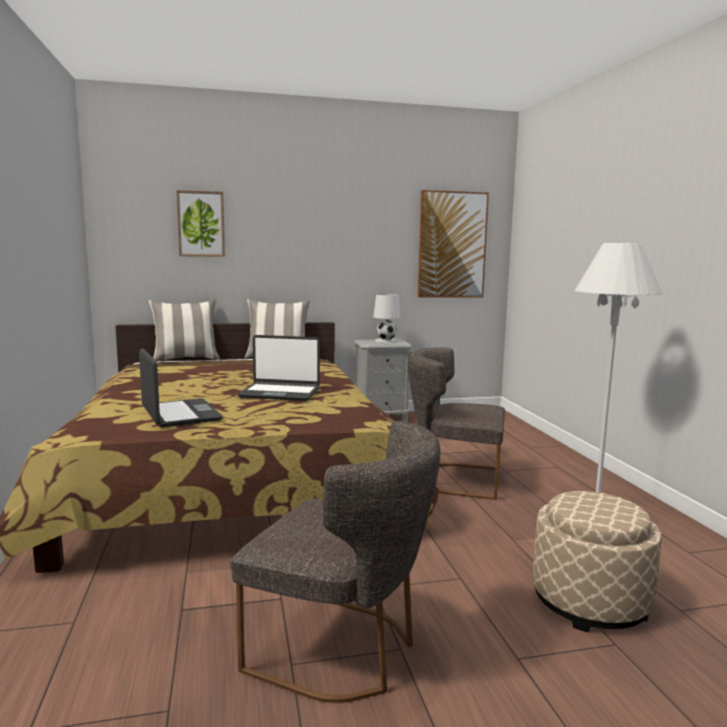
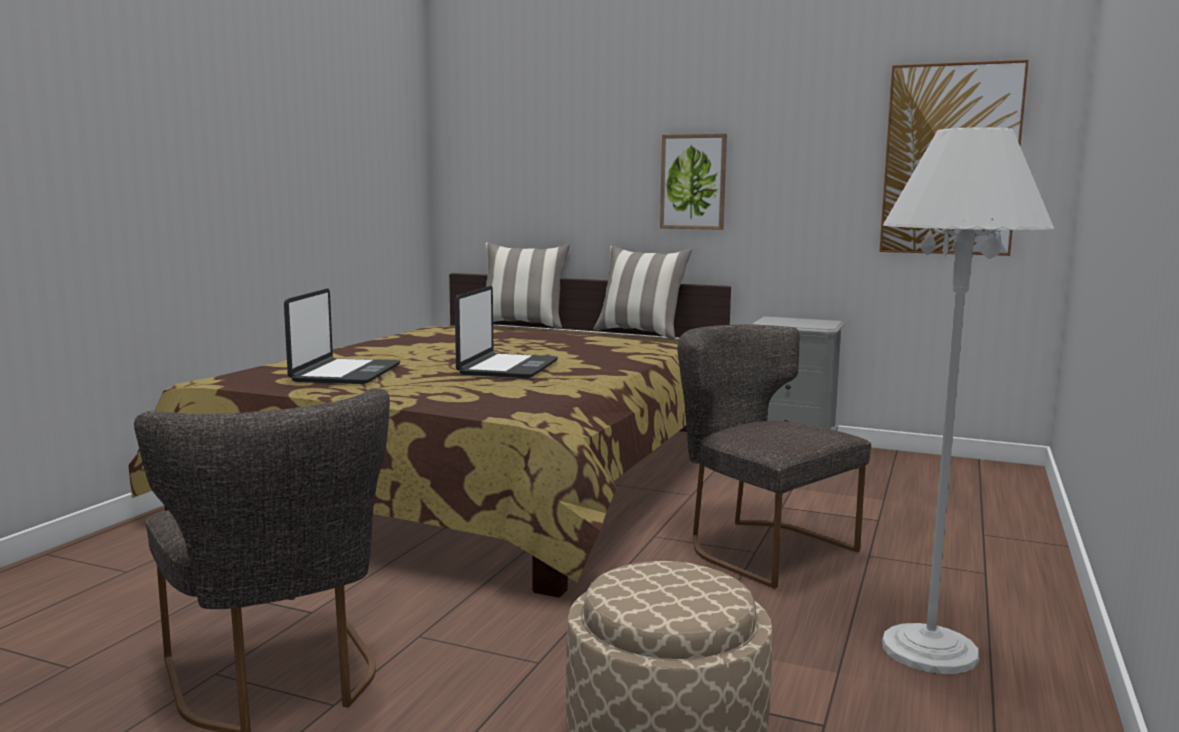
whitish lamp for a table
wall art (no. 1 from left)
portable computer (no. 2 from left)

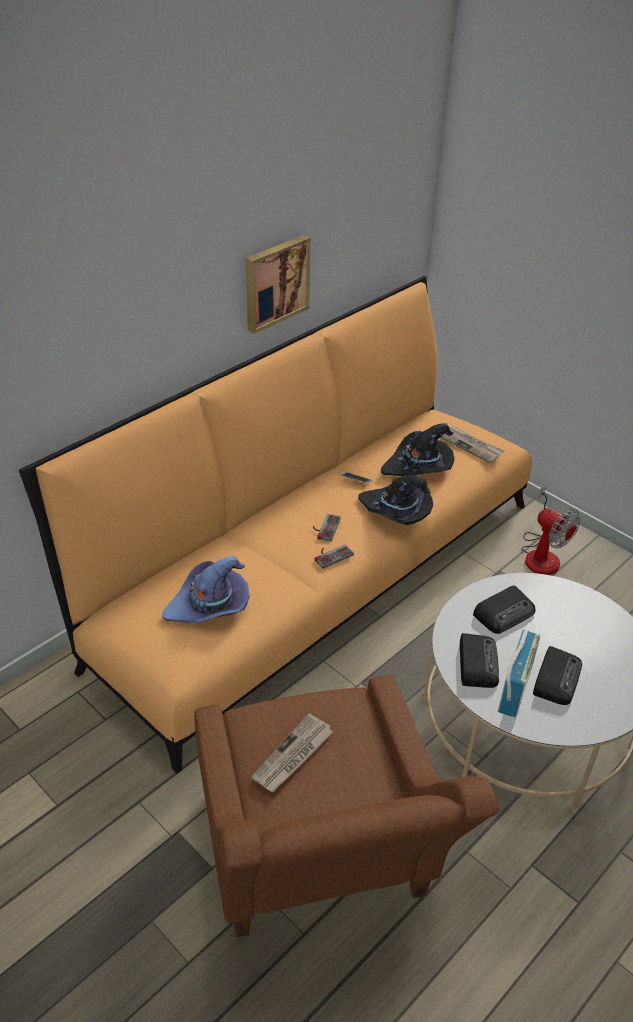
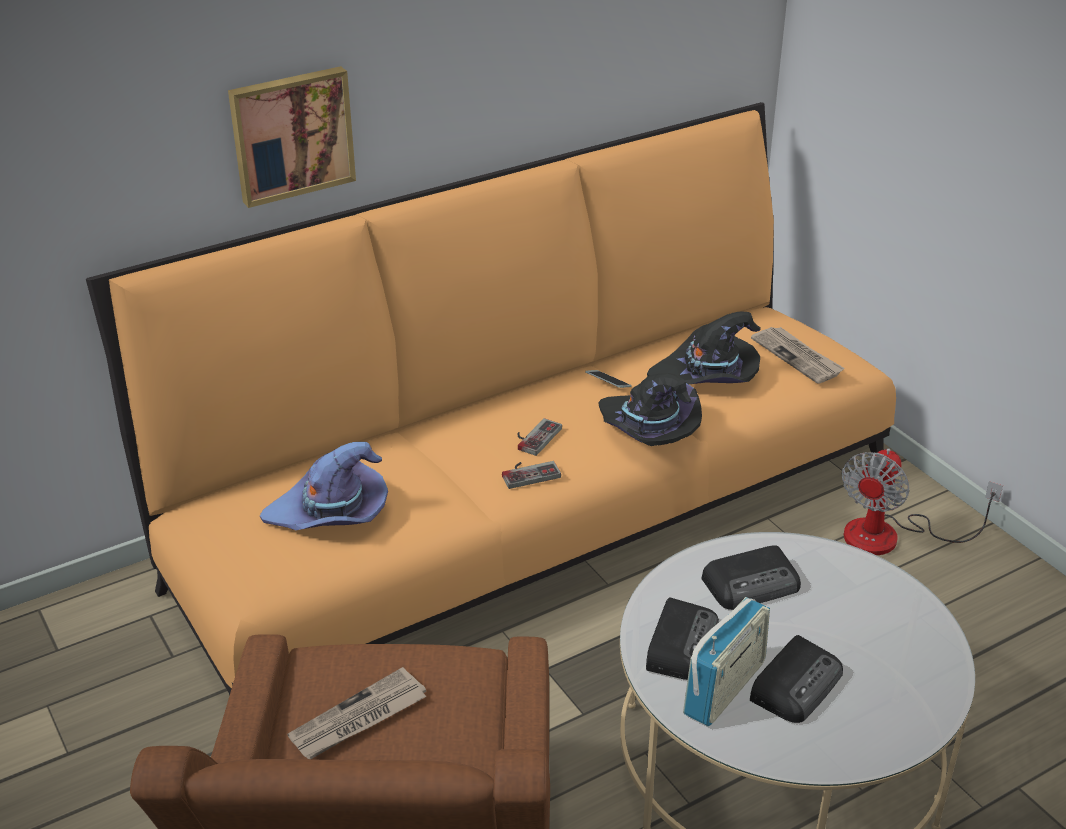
wall art
electric fan

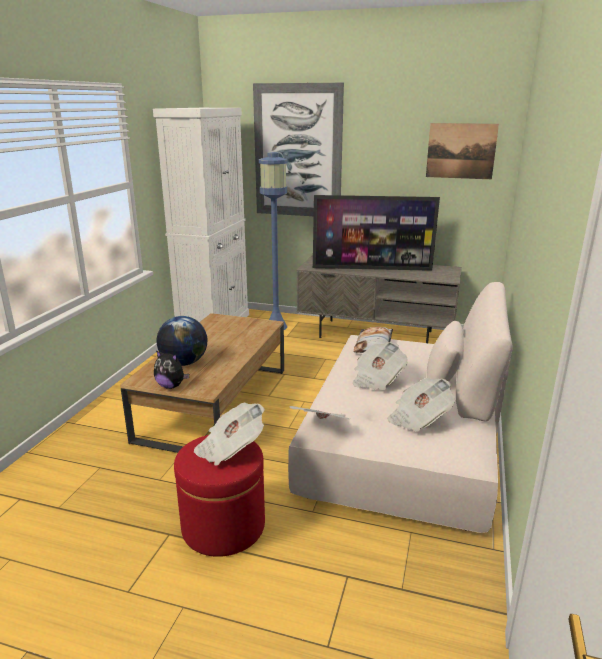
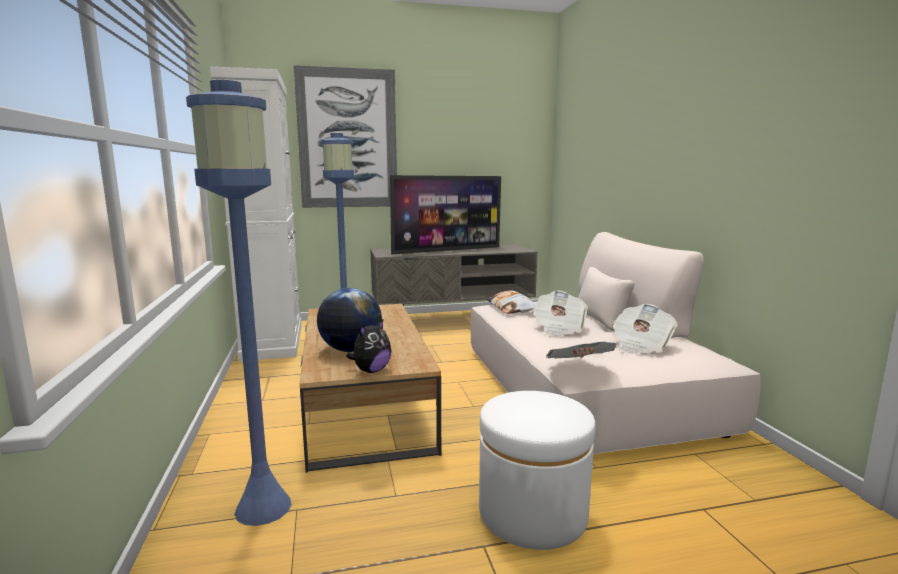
newspaper (no. 1 from left in the first image)
wall art (no. 2 from left in the first image)
bluish standard lamp (no. 1 from left)
whitish footrest
plush toy

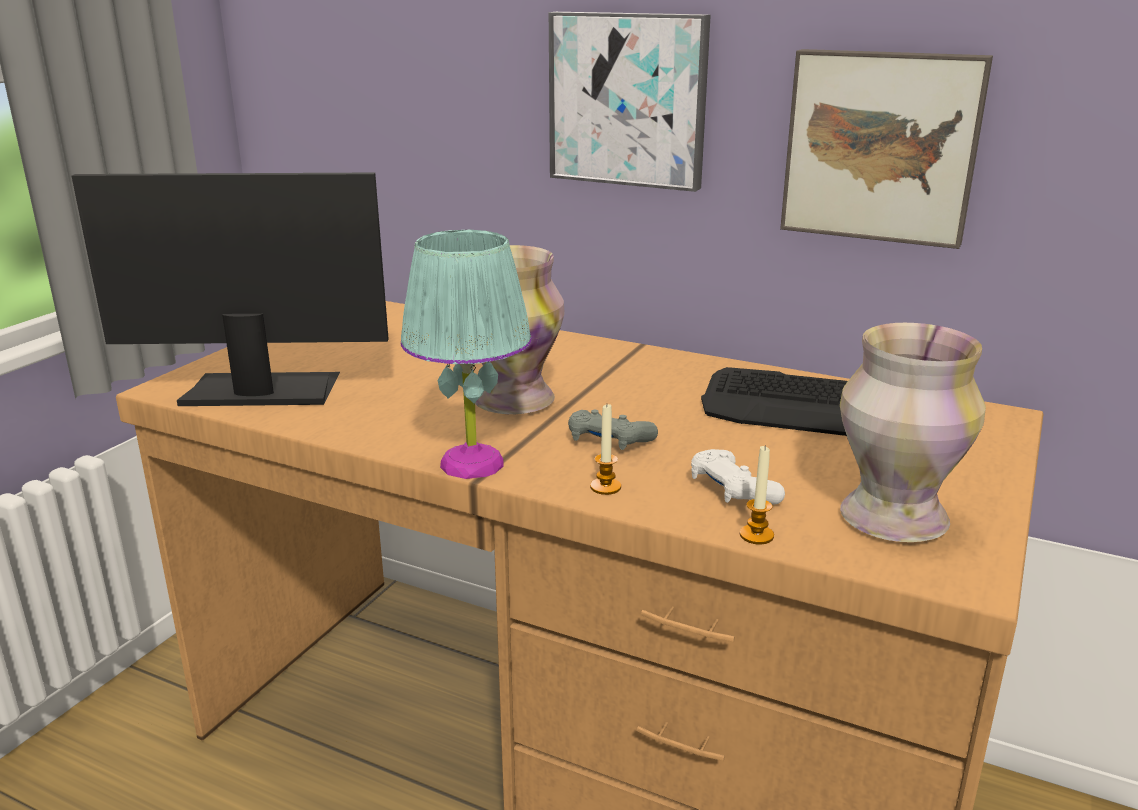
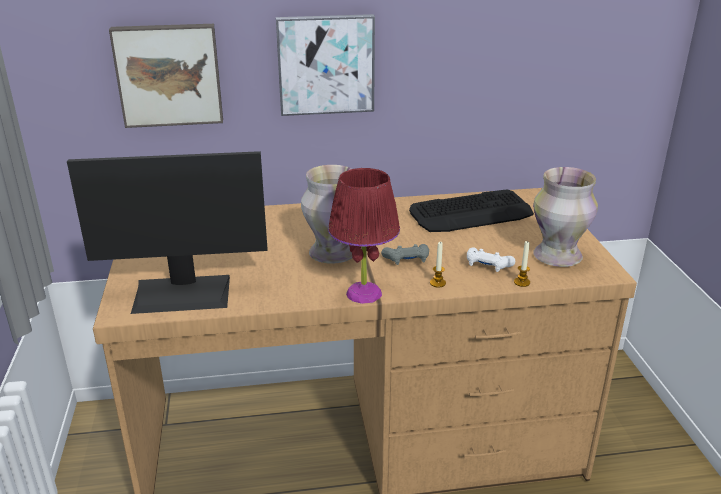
wall art (no. 1 from left)
red lamp for a table
monitor

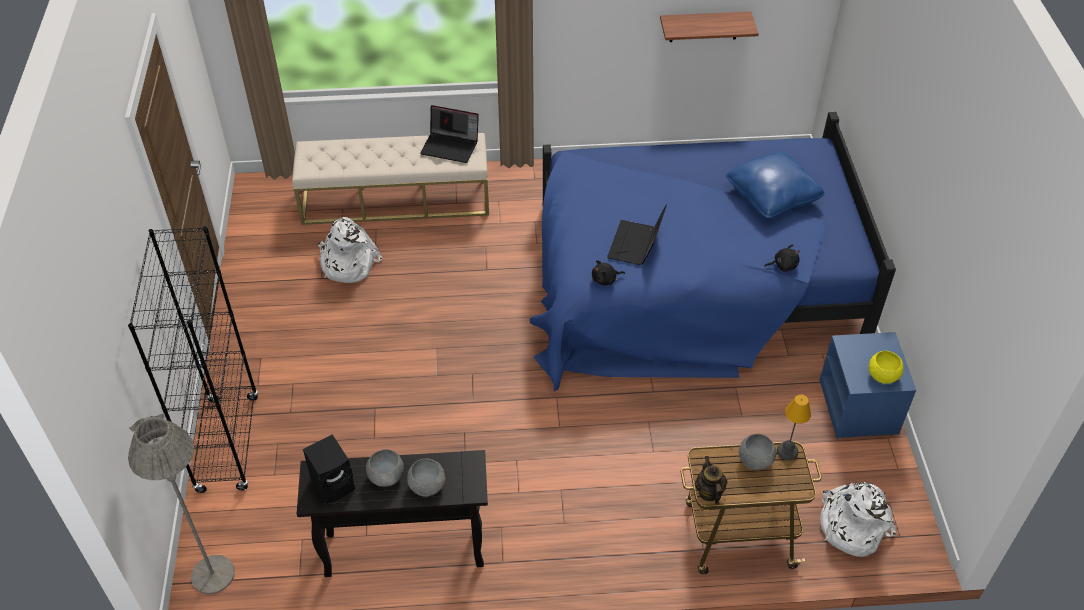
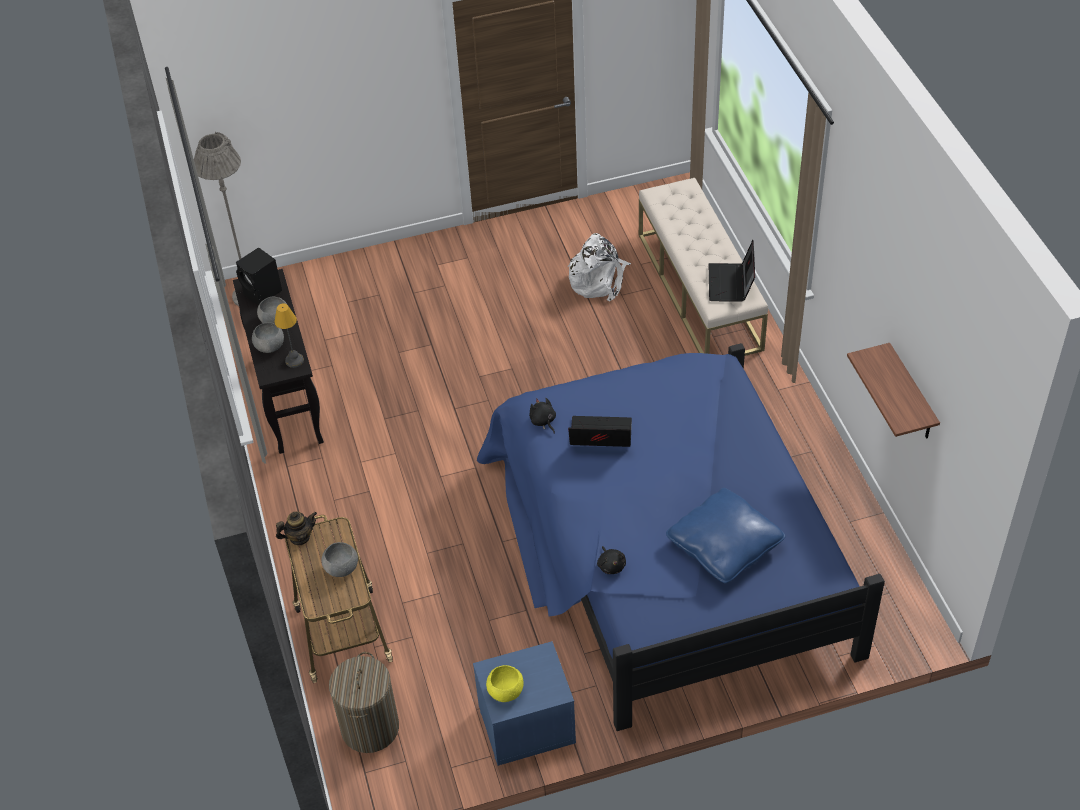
black-coloured shelving unit
lamp for a table
laundry basket

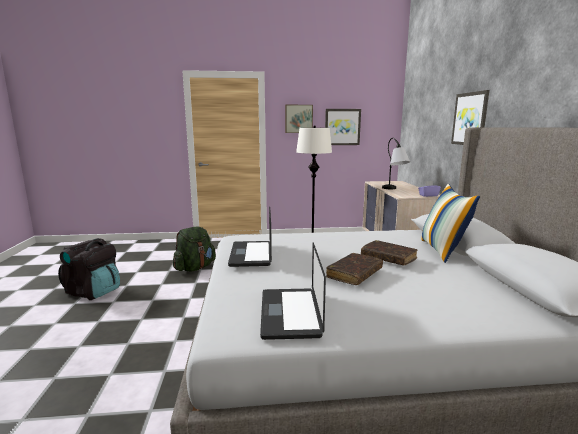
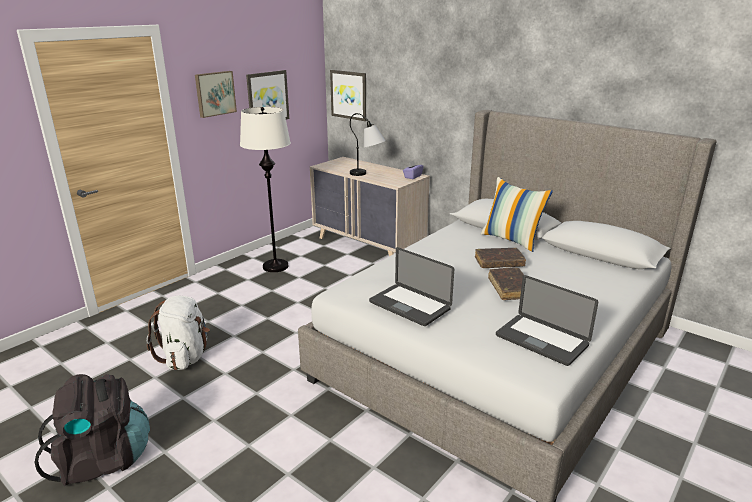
wall art (no. 3 from left)
whitish backpack

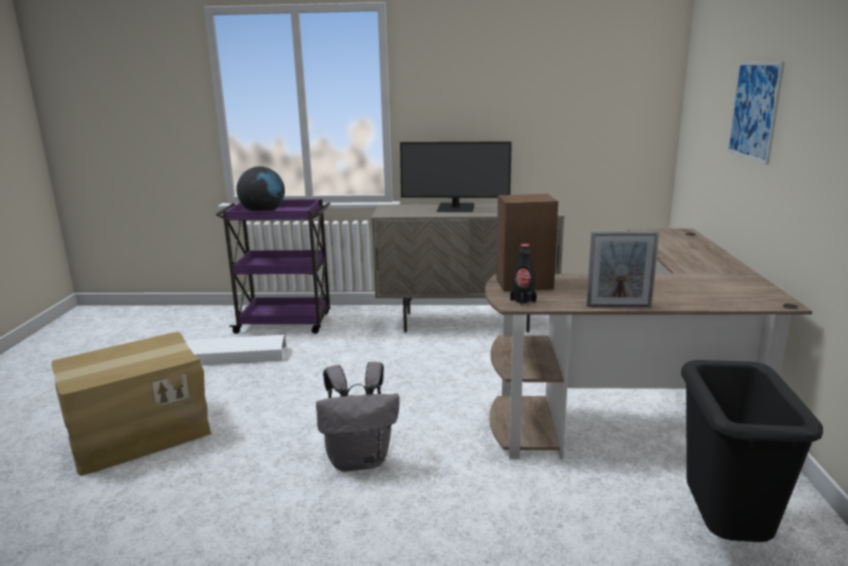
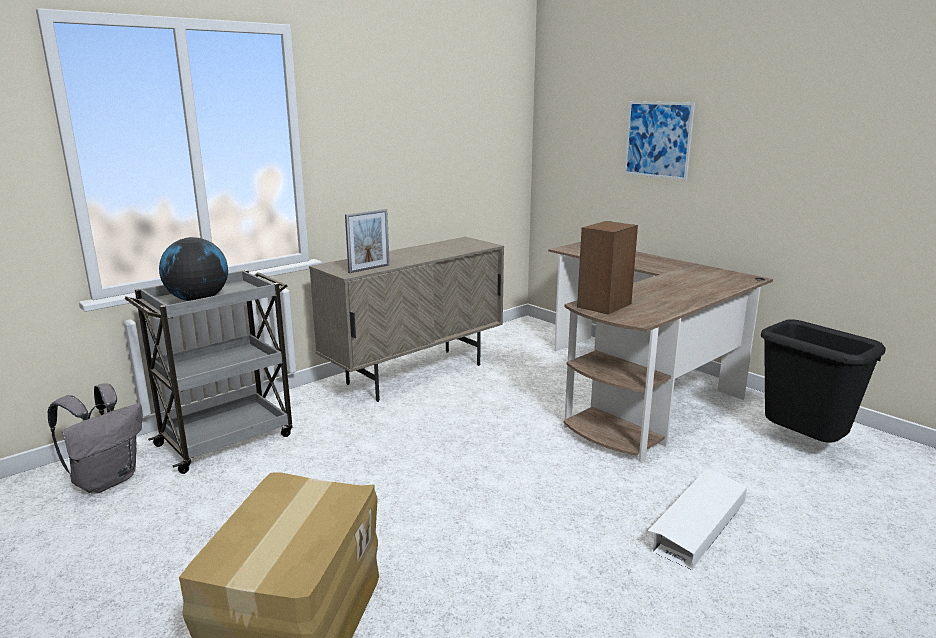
monitor
black-coloured beverage bottle
whitish storage container
greyish backpack
picture frame
greyish cart

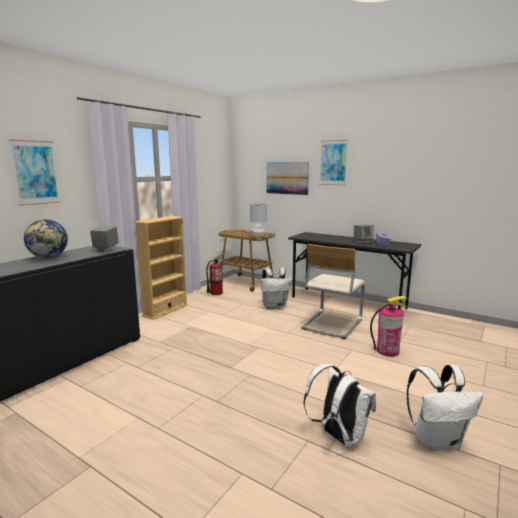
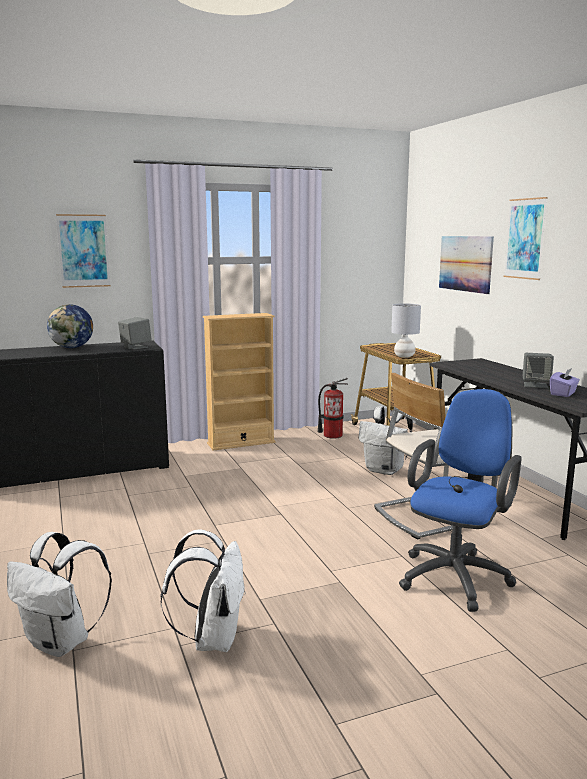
whitish backpack (no. 1 from left)
bluish office chair

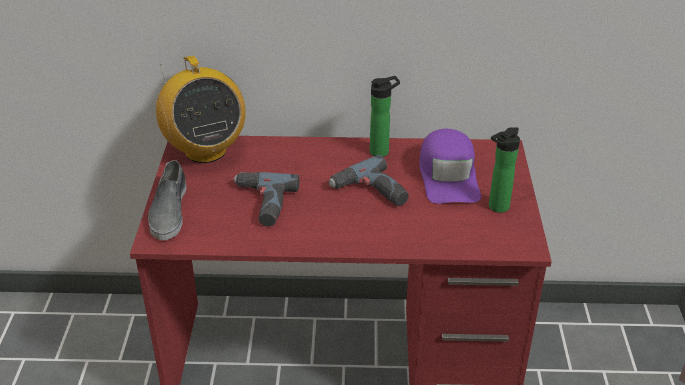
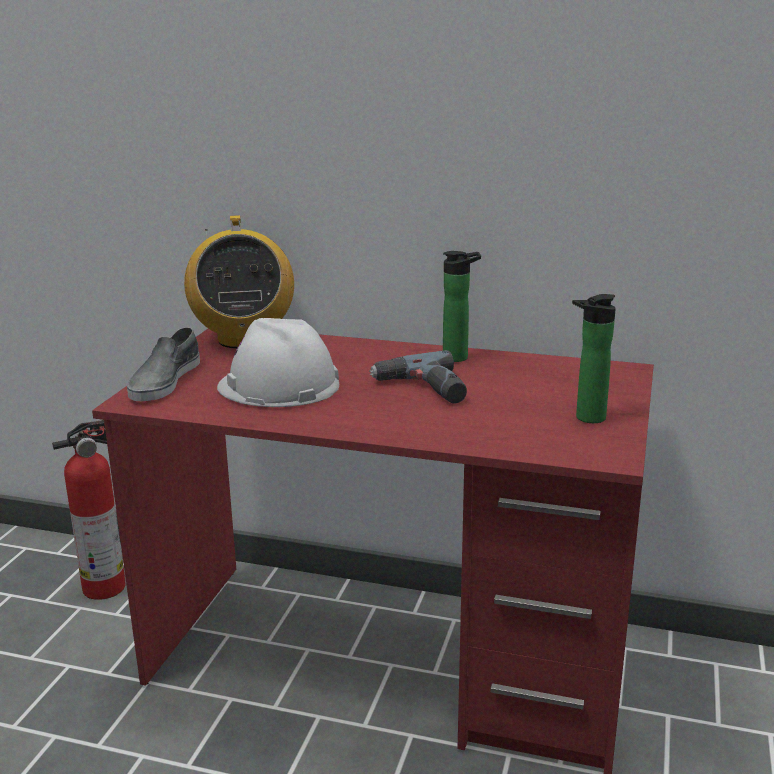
purplish cap
fire extinguisher
whitish safety helmet

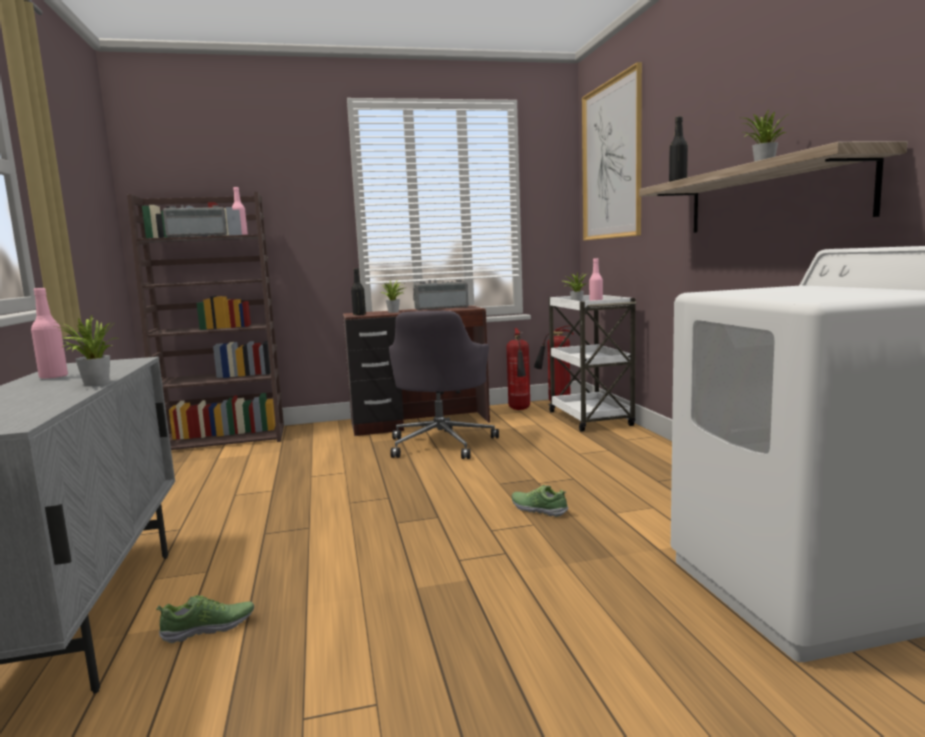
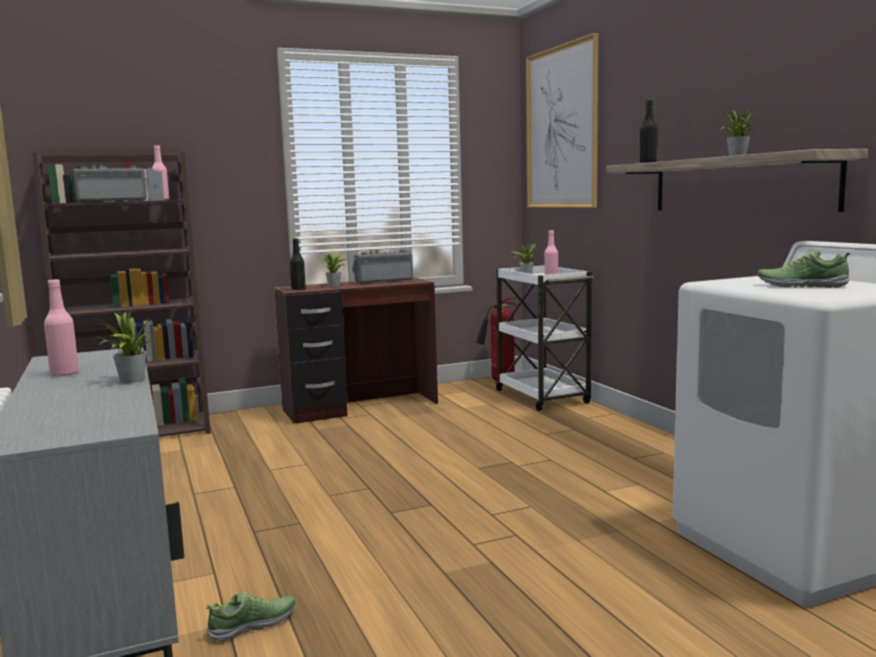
greyish office chair
fire extinguisher (no. 1 from left in the first image)
shoe (no. 2 from left)

